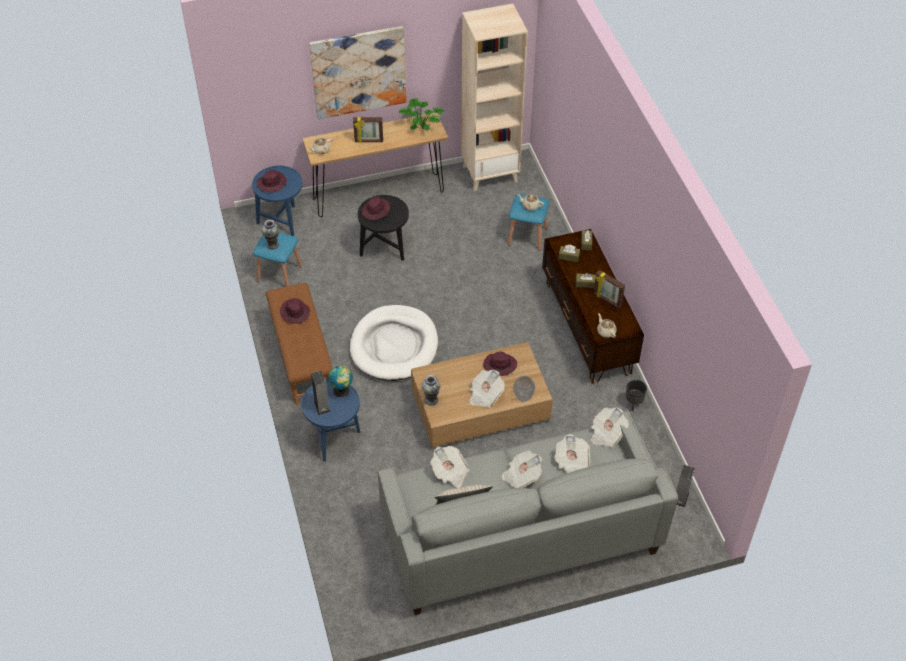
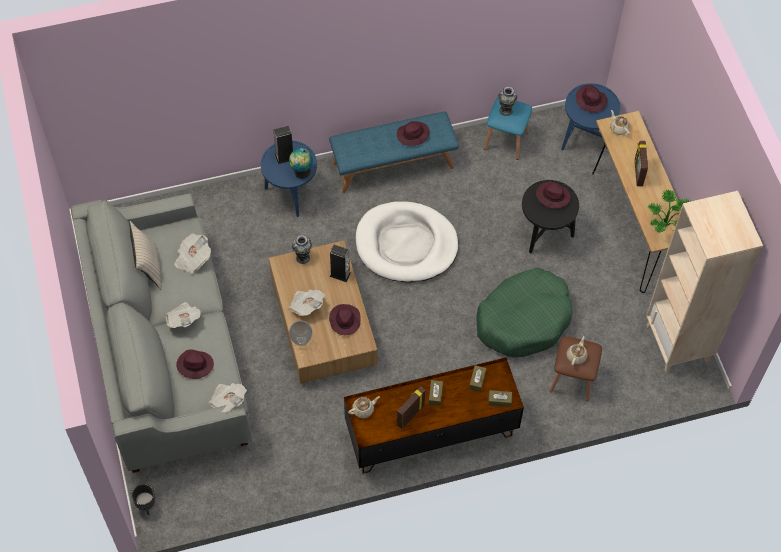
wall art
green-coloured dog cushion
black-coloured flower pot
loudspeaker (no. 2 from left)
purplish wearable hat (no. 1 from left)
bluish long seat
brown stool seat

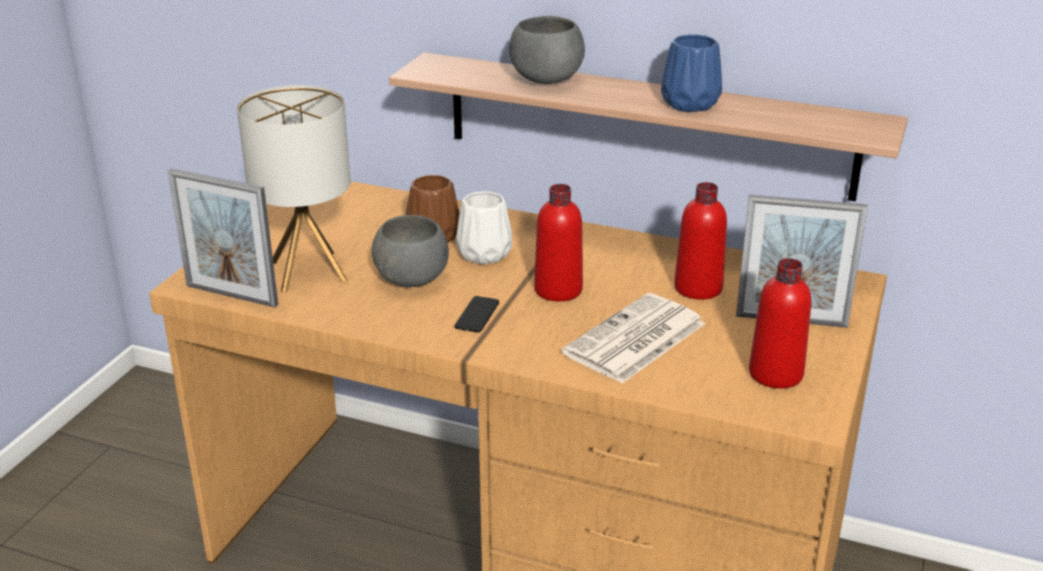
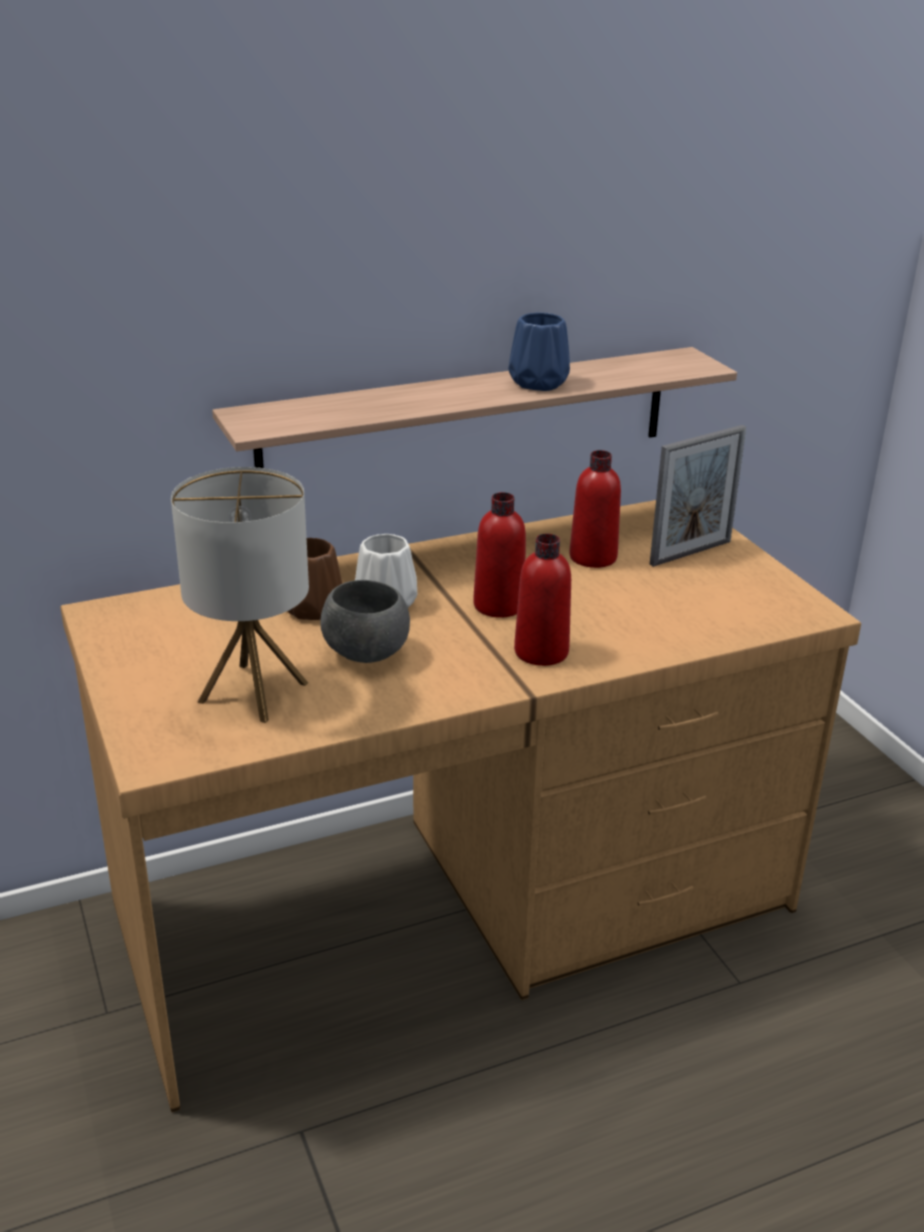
picture frame (no. 1 from left in the first image)
telephone
greyish deep dish (no. 2 from left in the first image)
newspaper
red beverage bottle (no. 2 from left)

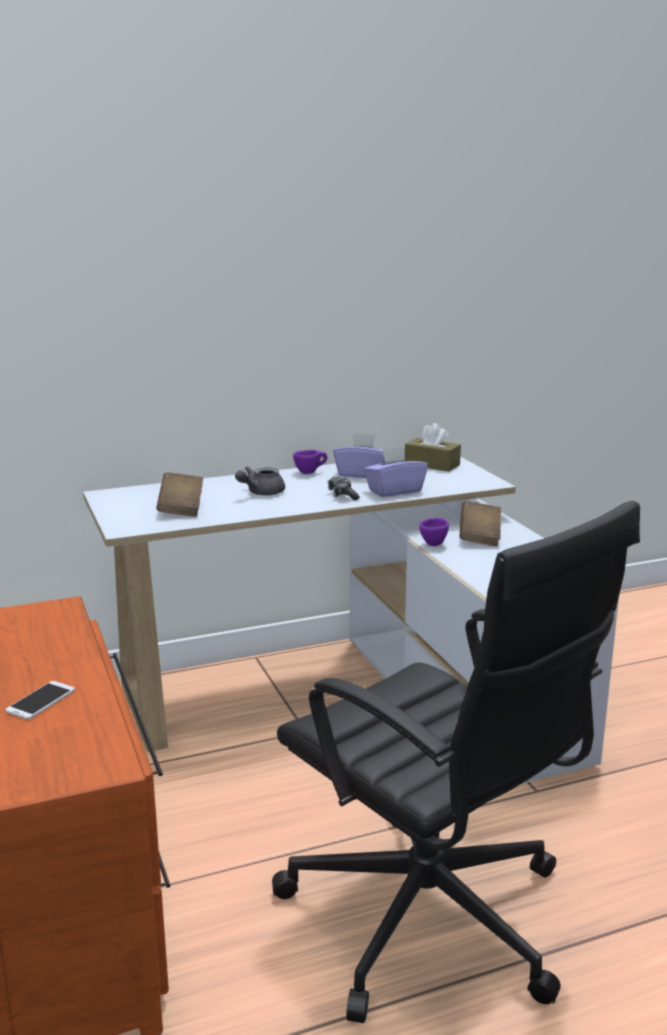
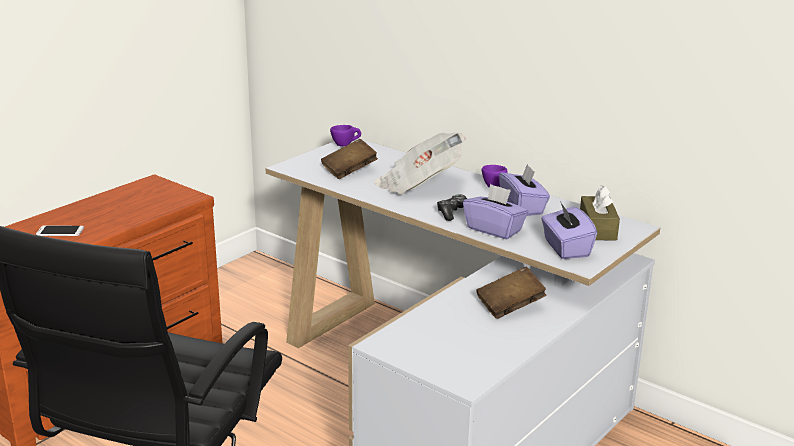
purplish tissue box (no. 3 from left)
purplish small cup (no. 1 from left)
newspaper

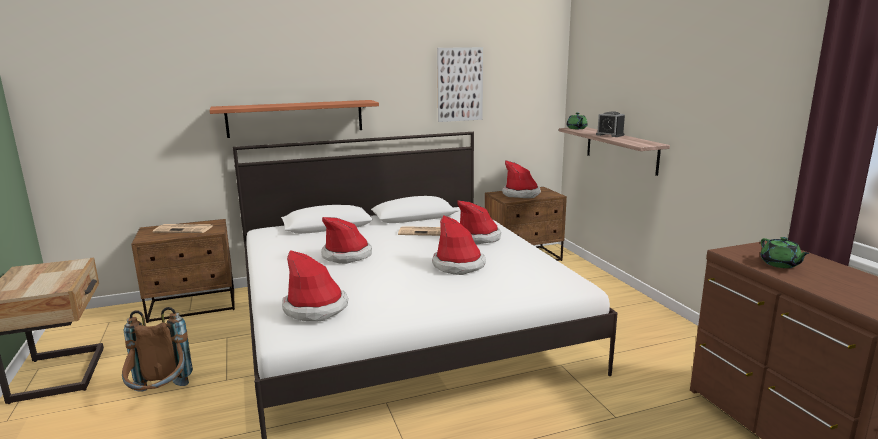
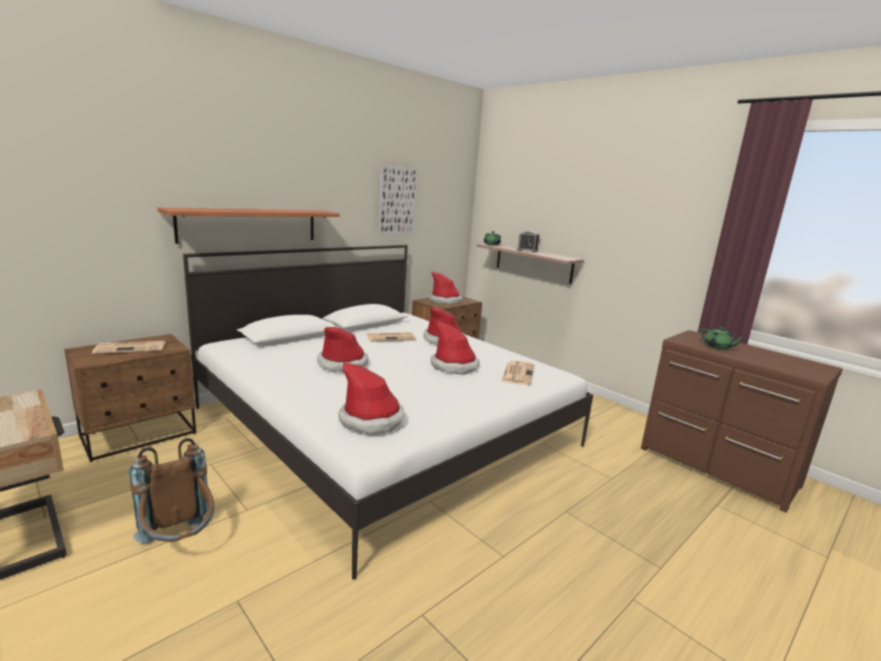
newspaper (no. 3 from left)

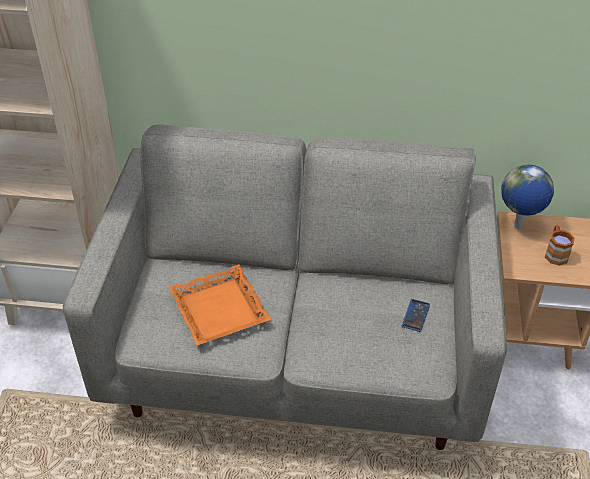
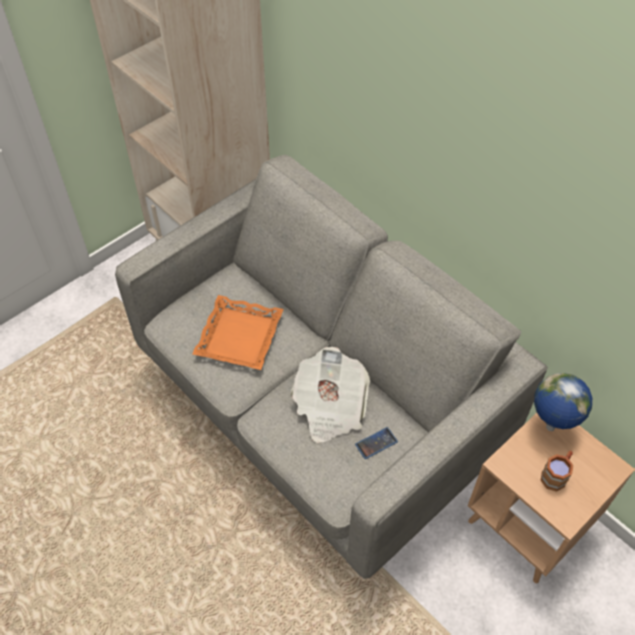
newspaper

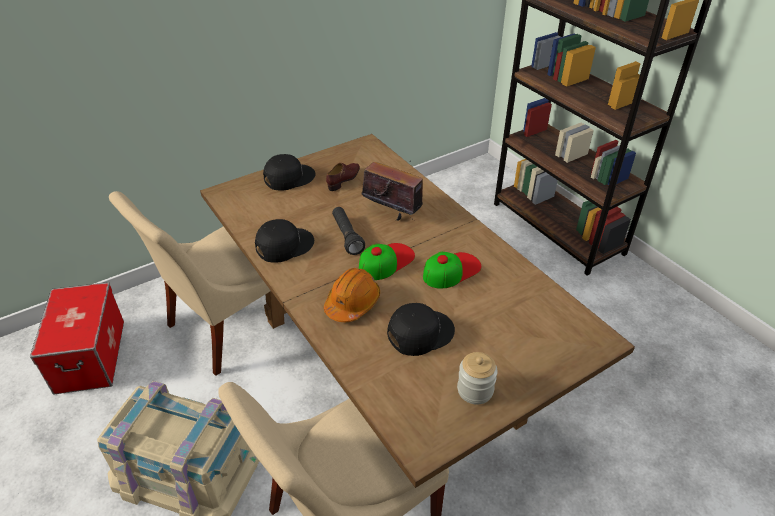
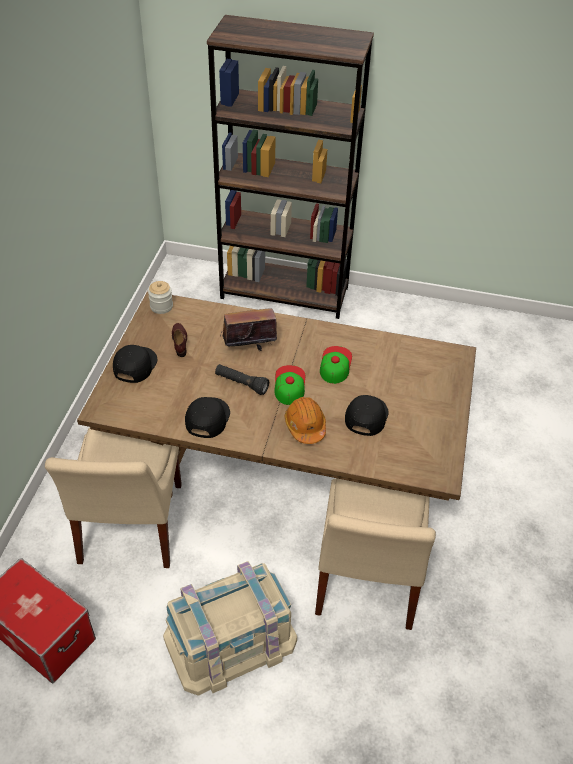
storage jar

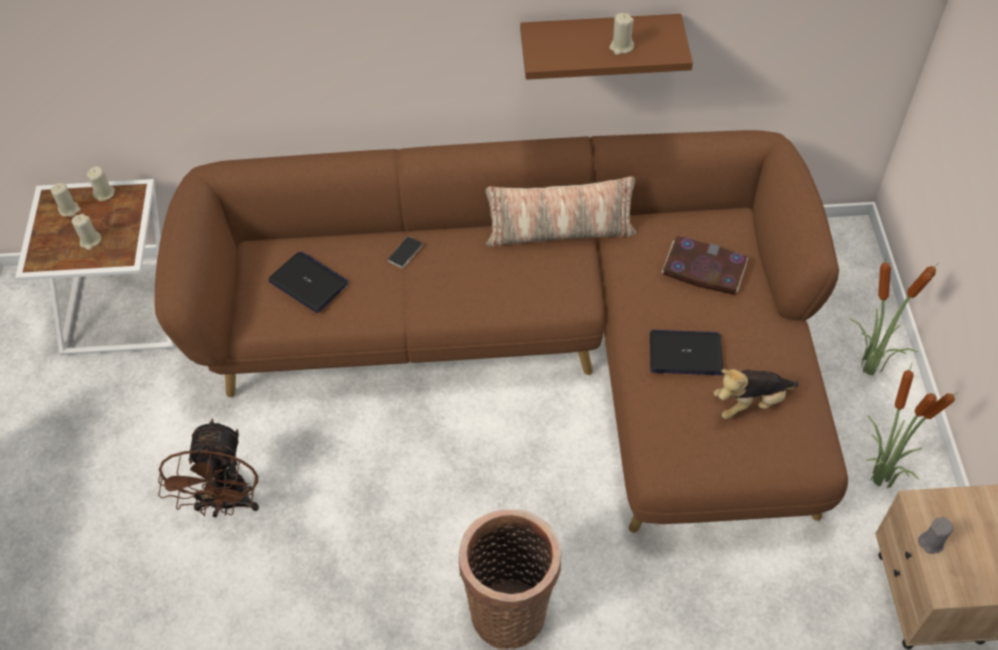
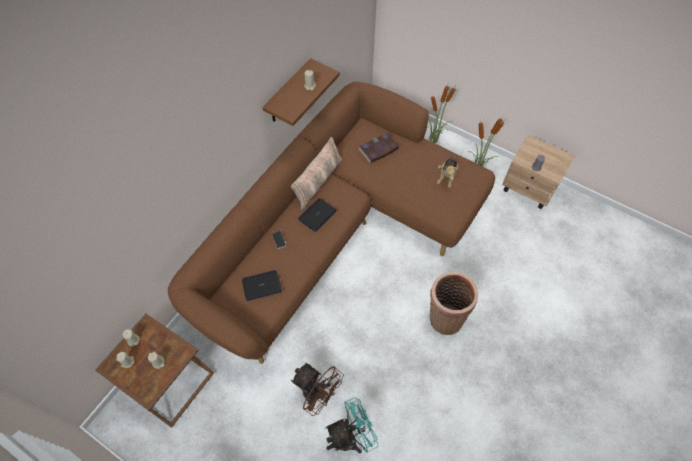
turquoise-coloured electric fan
portable computer (no. 2 from left)
brown side table

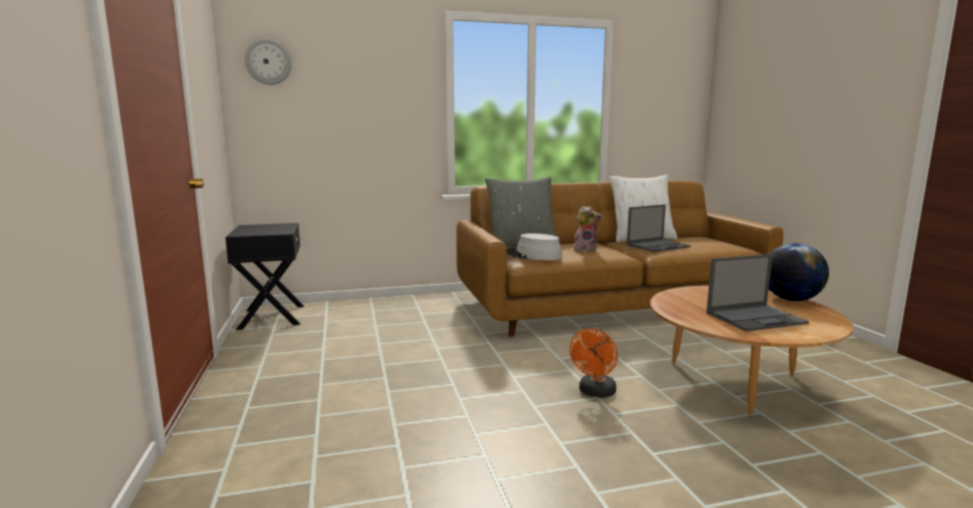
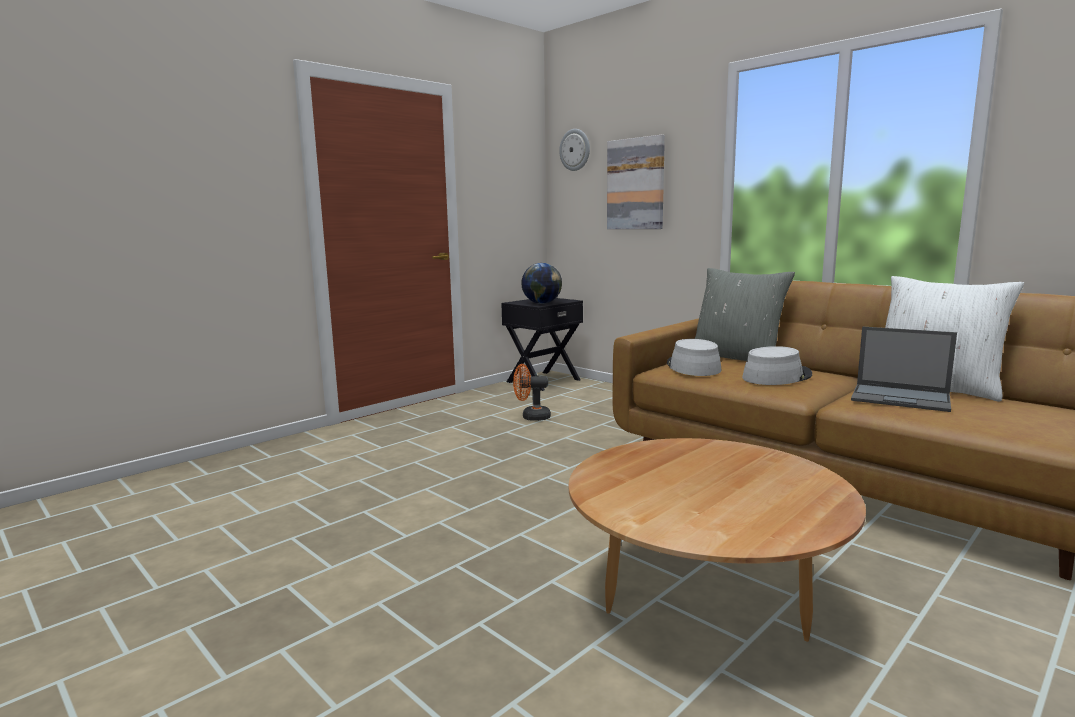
portable computer (no. 2 from left in the first image)
wall art
orangey electric fan
globe
greyish wearable hat (no. 2 from left)

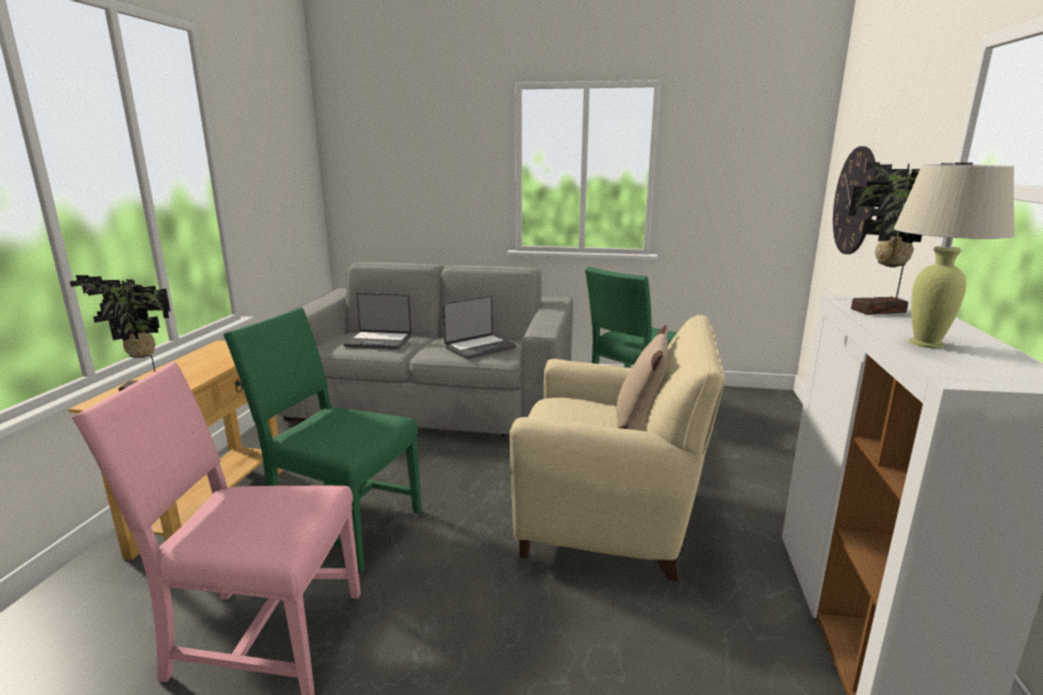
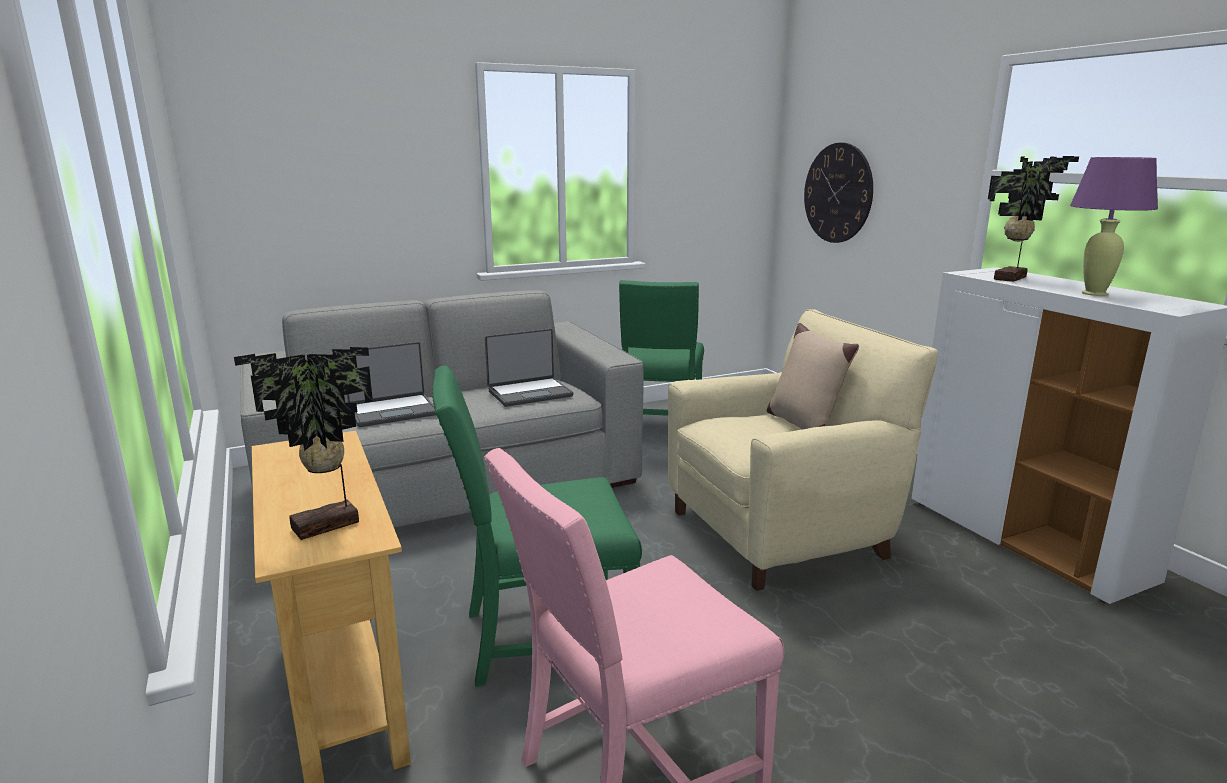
purplish lamp for a table
portable computer (no. 2 from left)

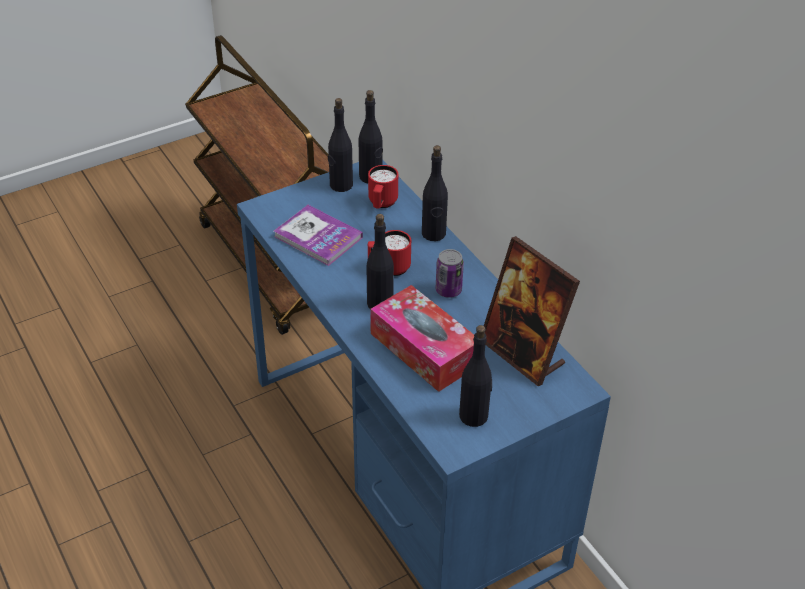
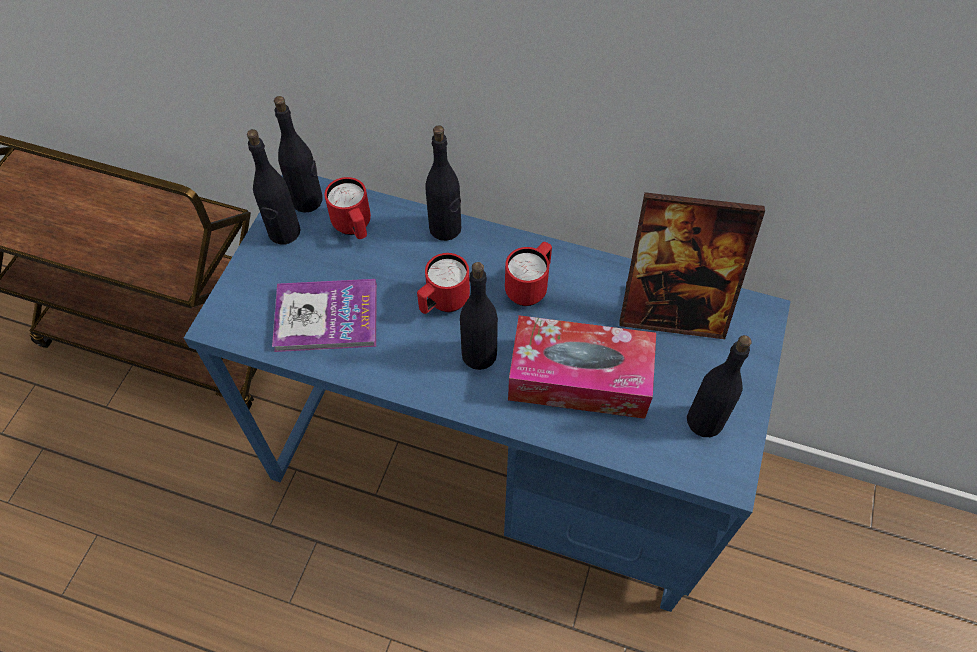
red coffee mug (no. 3 from left)

